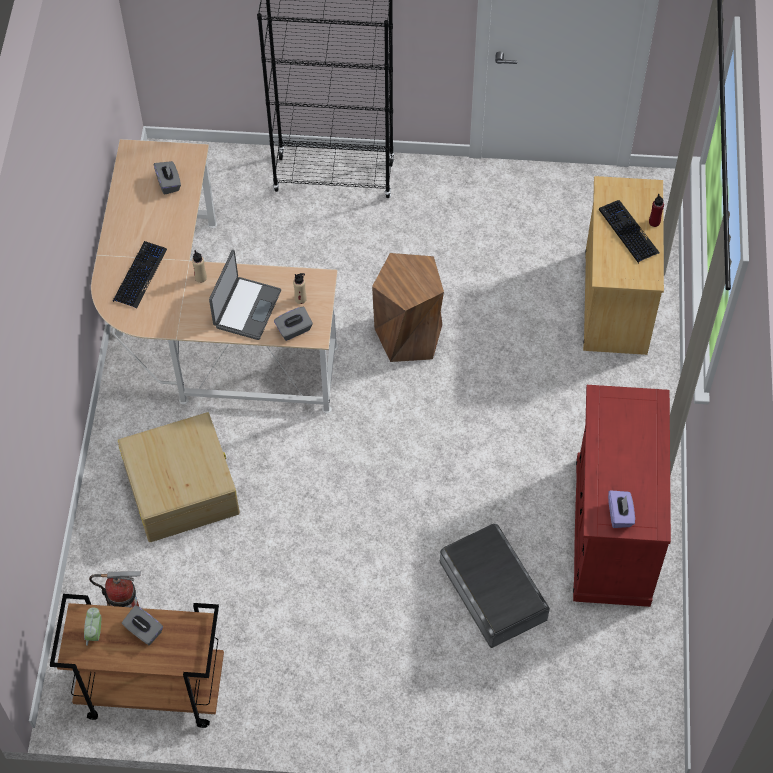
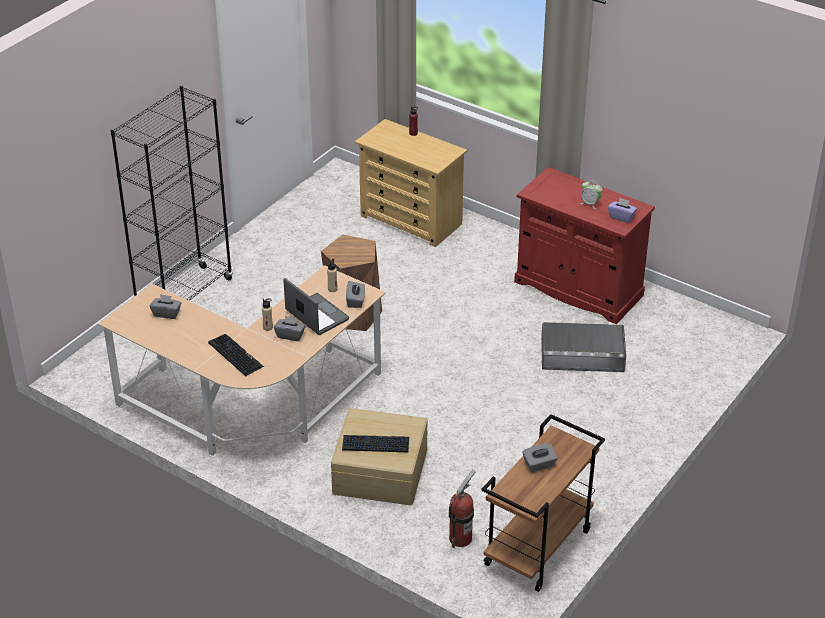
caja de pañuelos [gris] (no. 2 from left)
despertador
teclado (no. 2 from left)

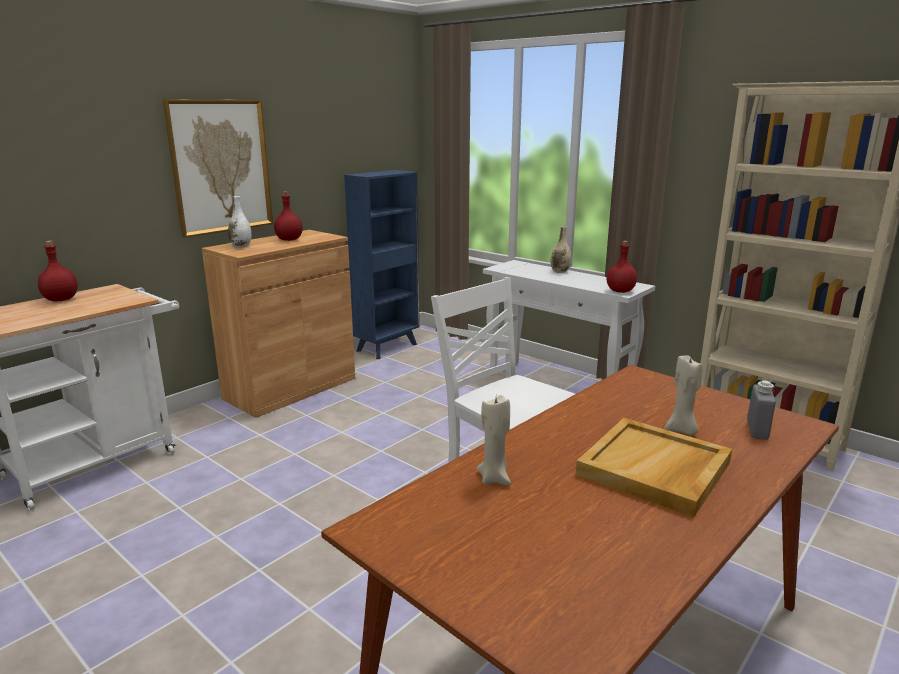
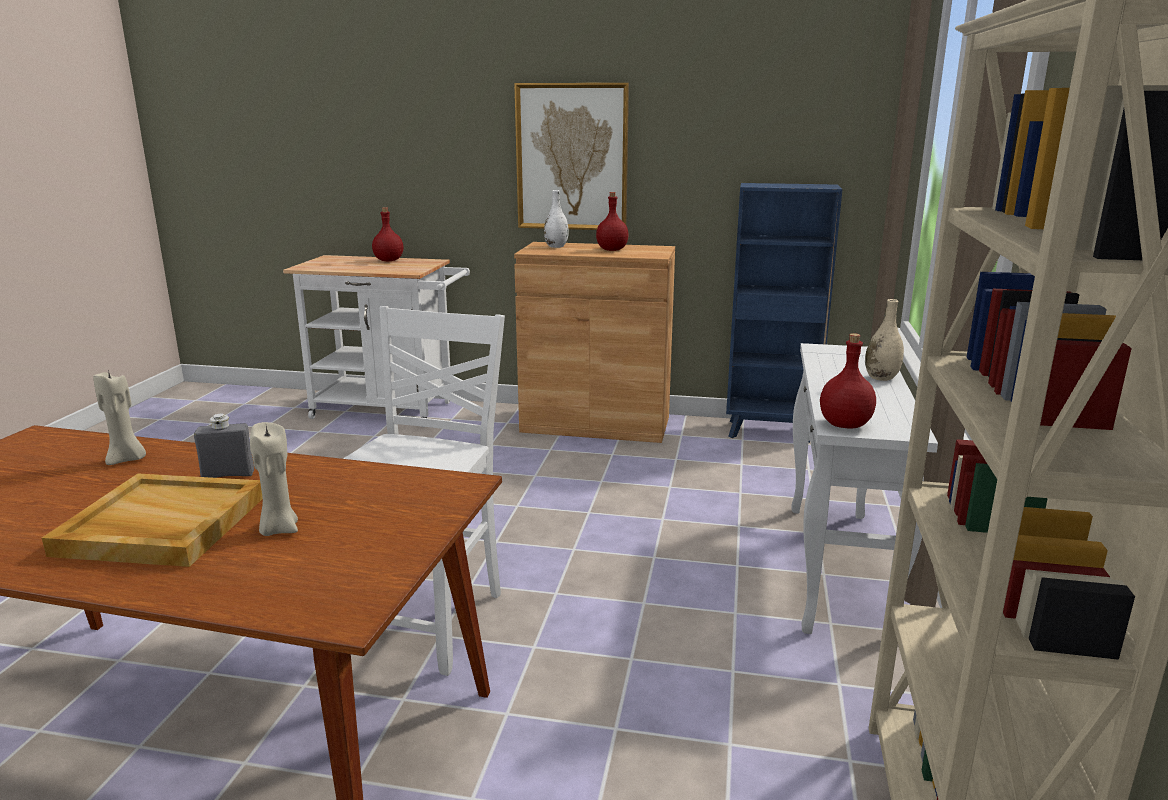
botella [gris]

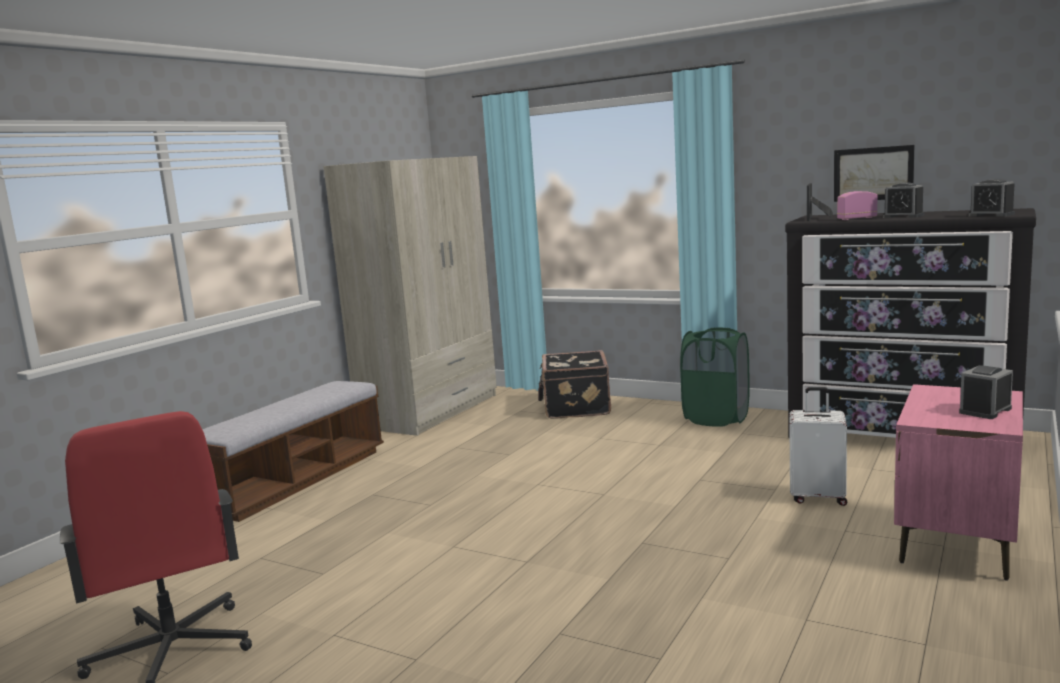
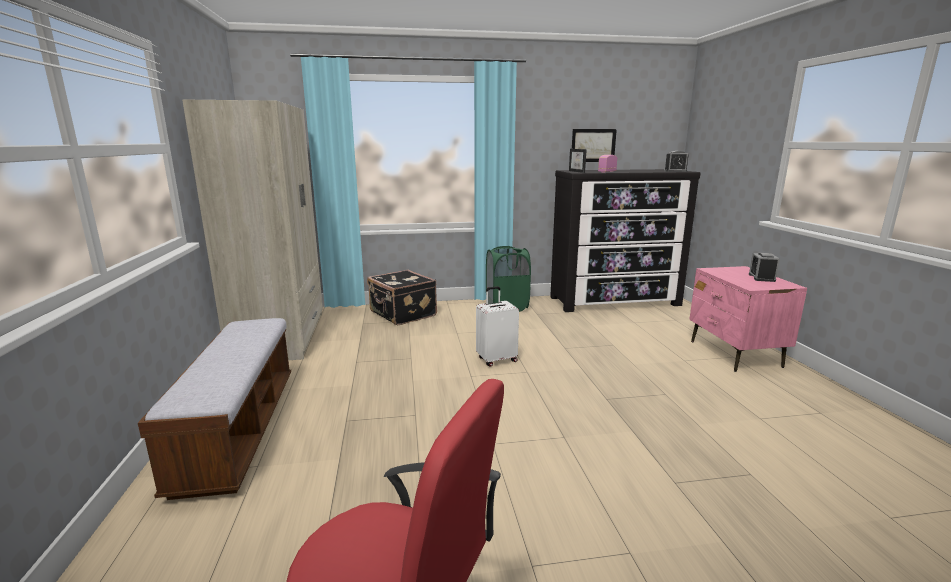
despertador (no. 1 from left in the first image)
maleta [blanco]

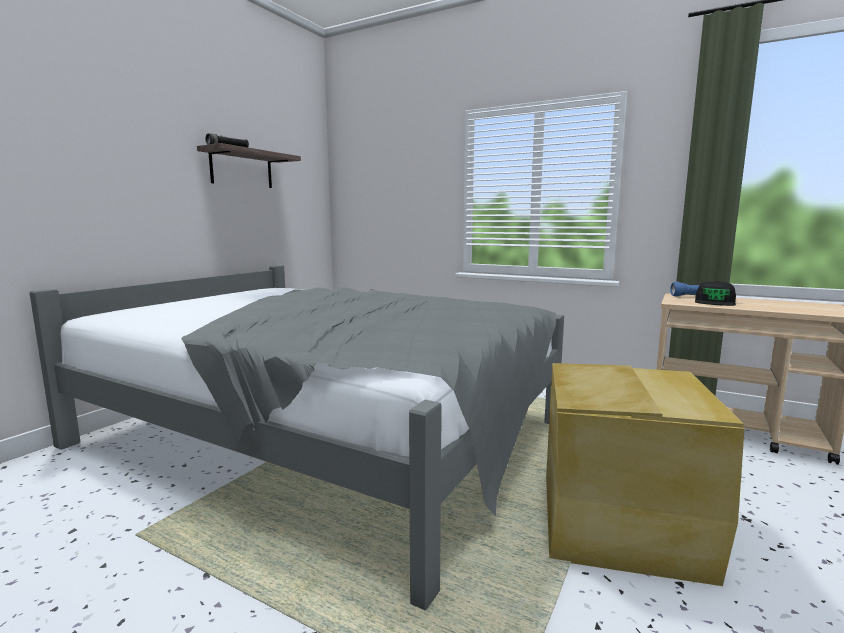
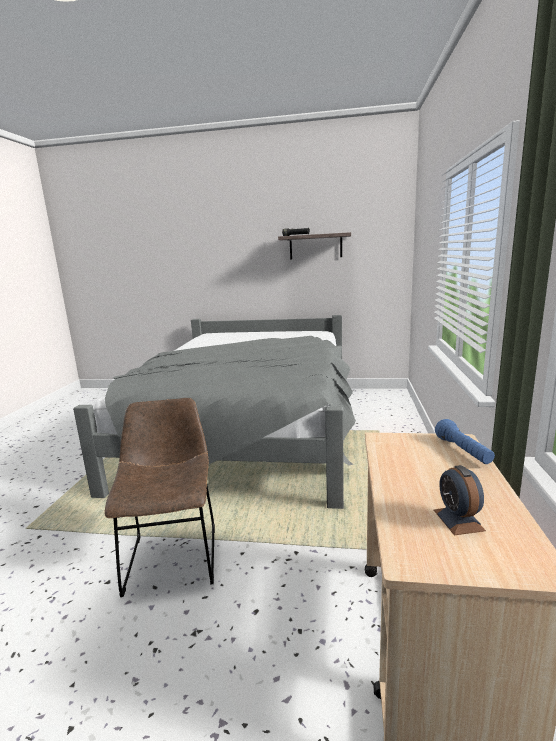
gorra [negro]
despertador
silla [marrón]

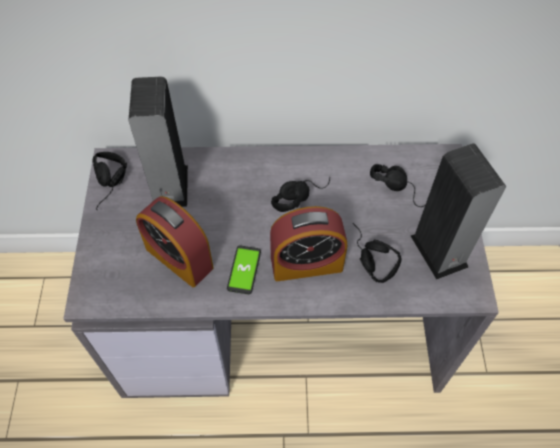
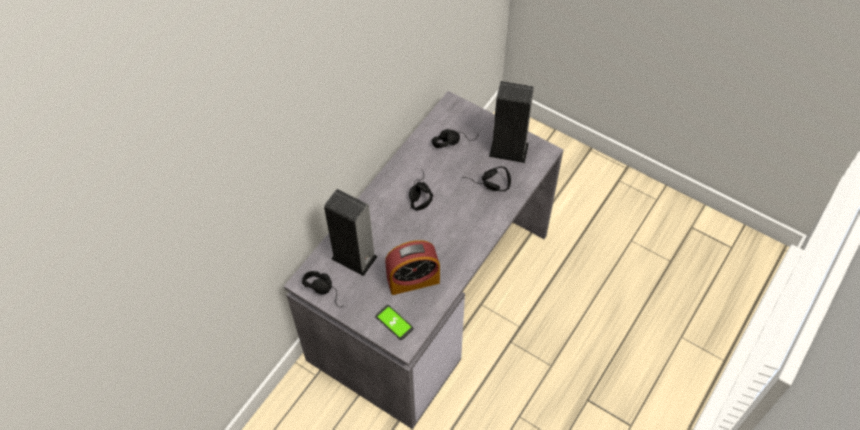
despertador (no. 2 from left in the first image)
móvil

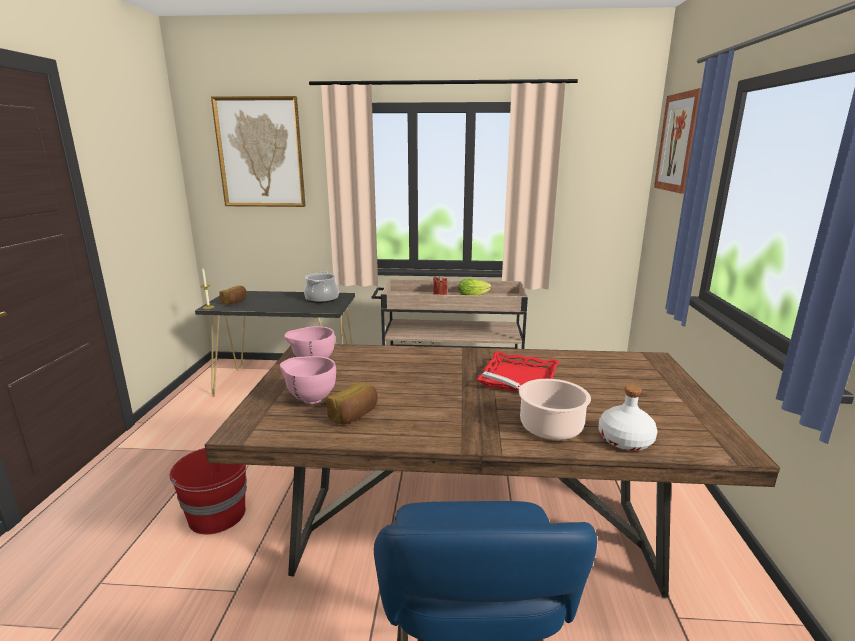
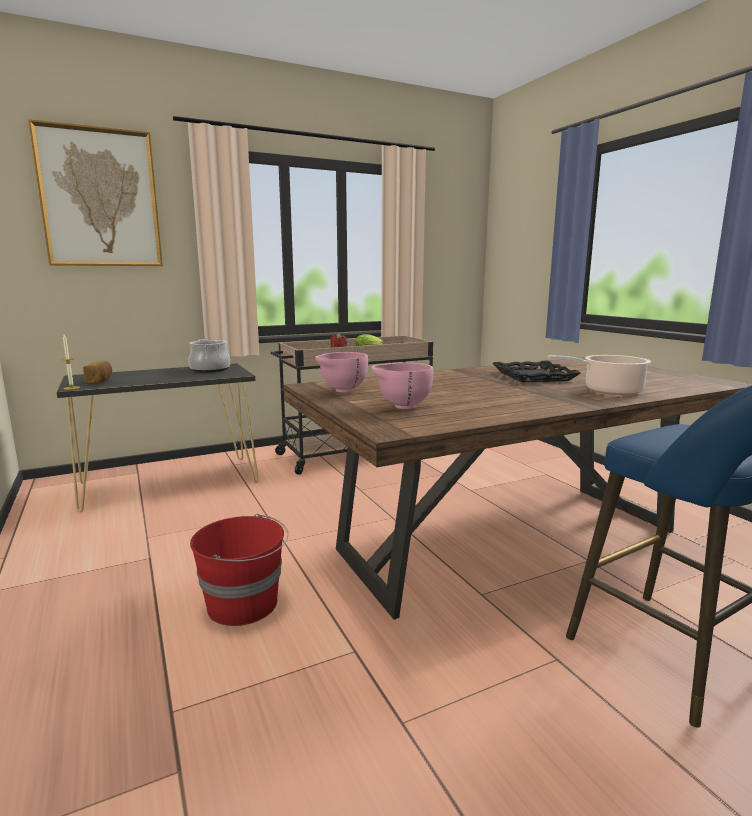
pan (no. 2 from left in the first image)
botella [blanco]
cuadro (no. 2 from left in the first image)
bandeja [negro]

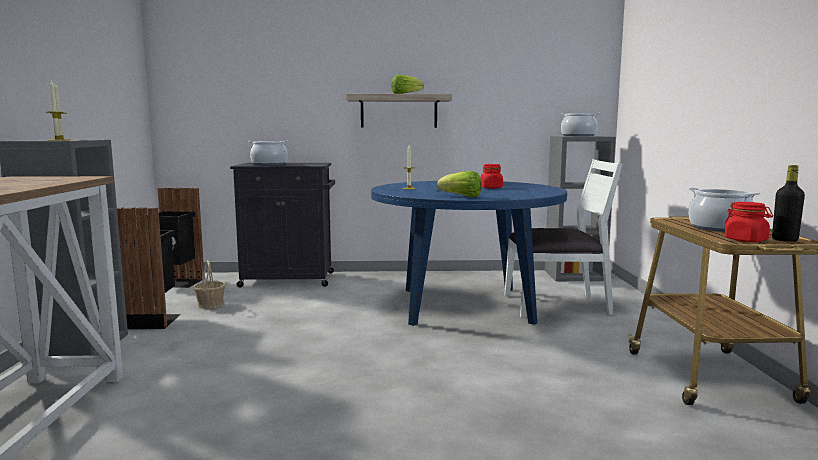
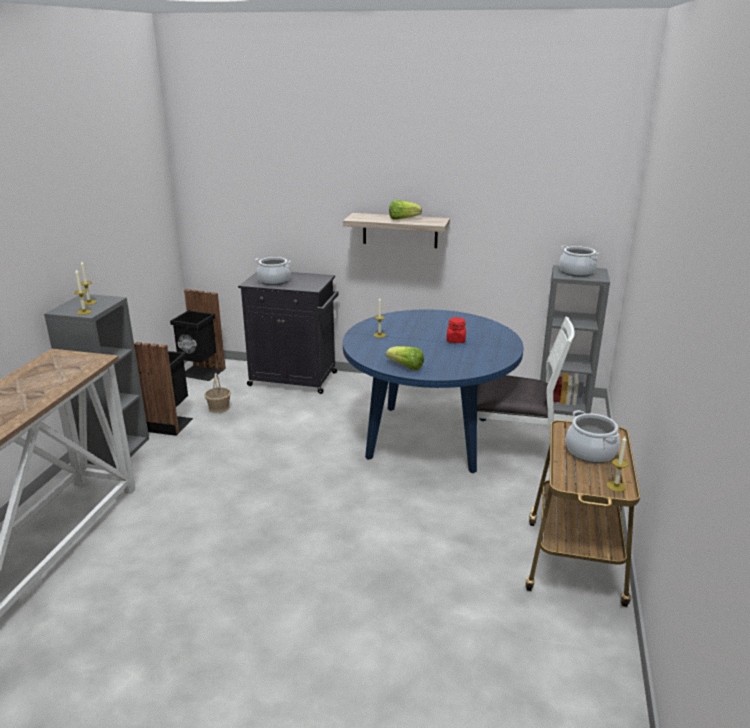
tarro [rojo] (no. 2 from left in the first image)
vela (no. 4 from left)

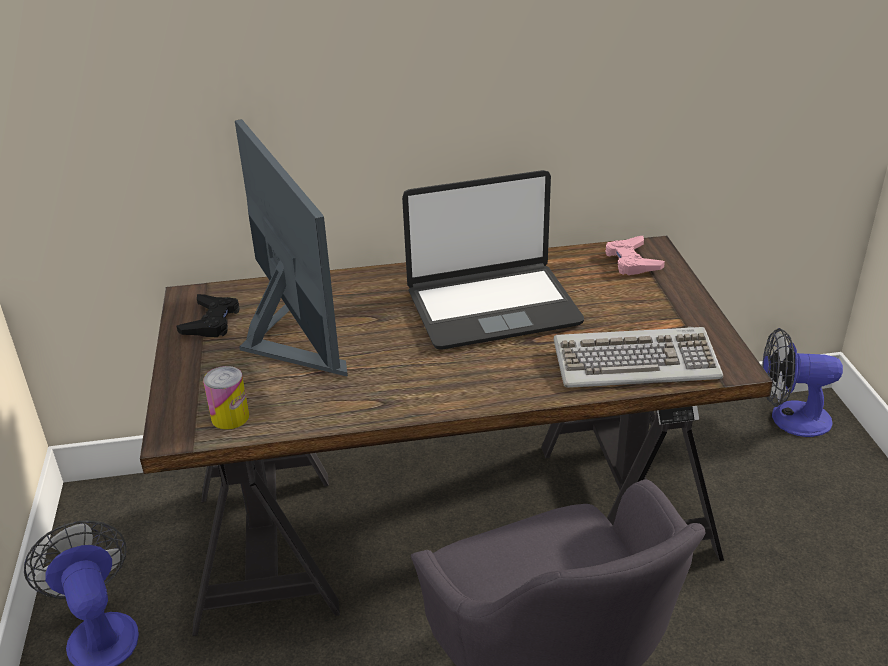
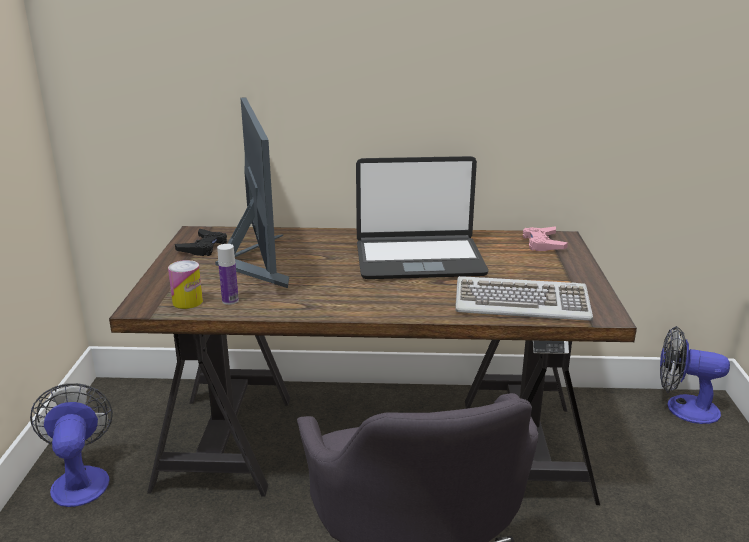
botella

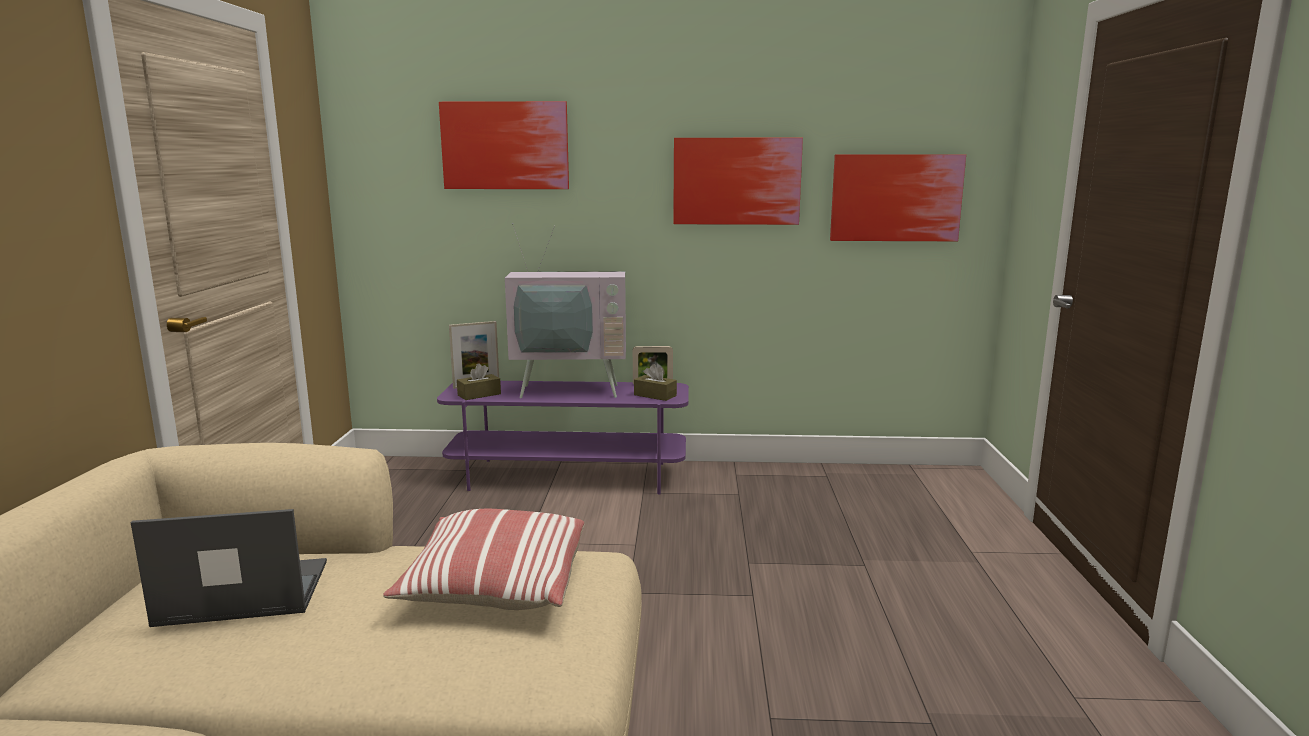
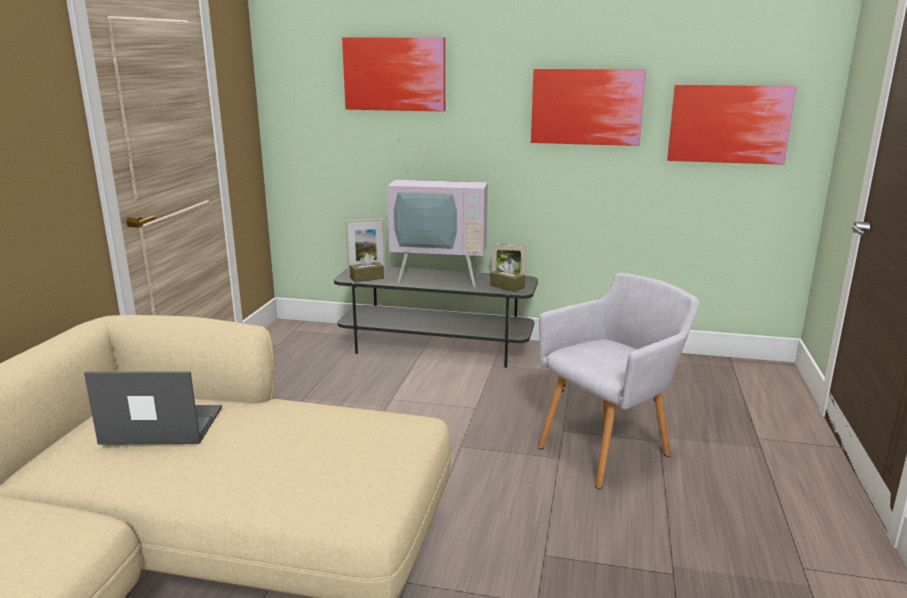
cojín
sillón [gris]
mueble de televisión [gris]

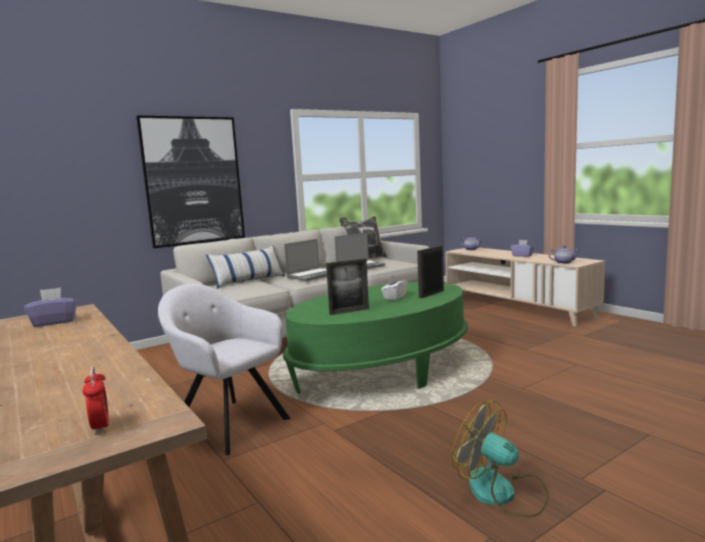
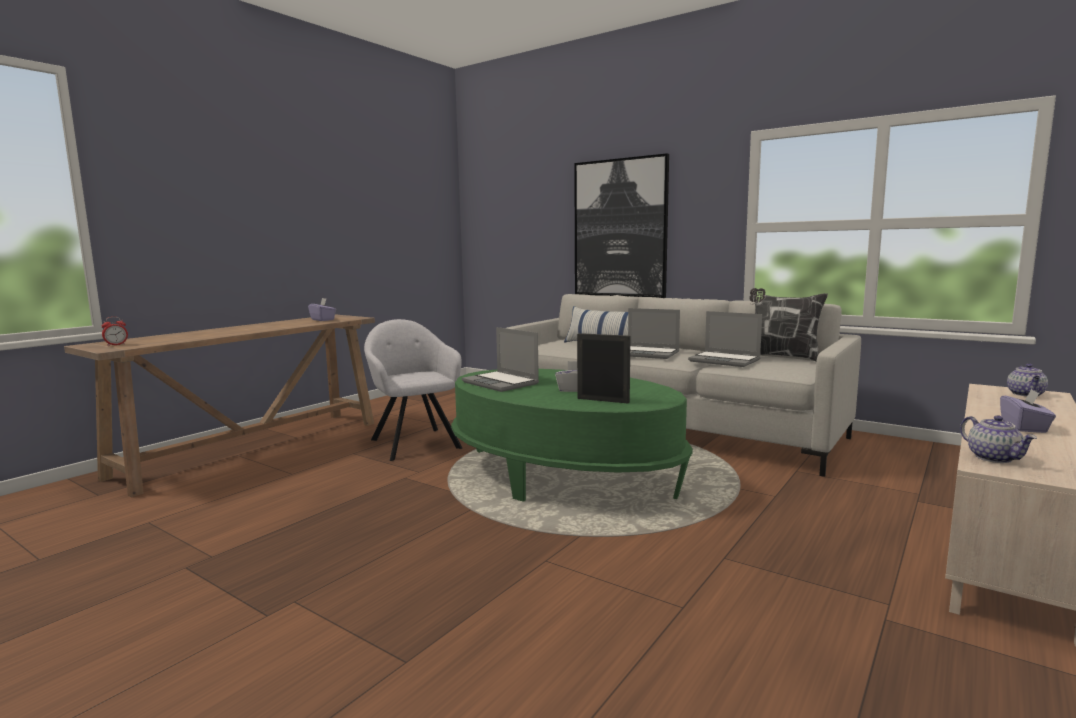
ventilador
portátil (no. 1 from left)
sillón [gris]

